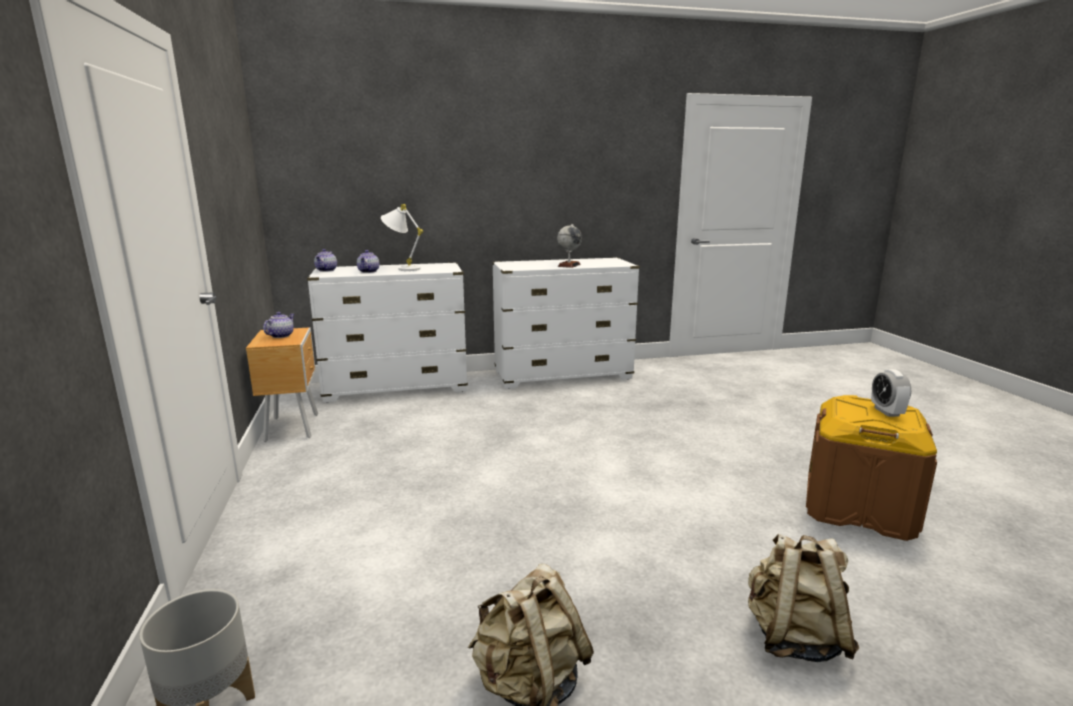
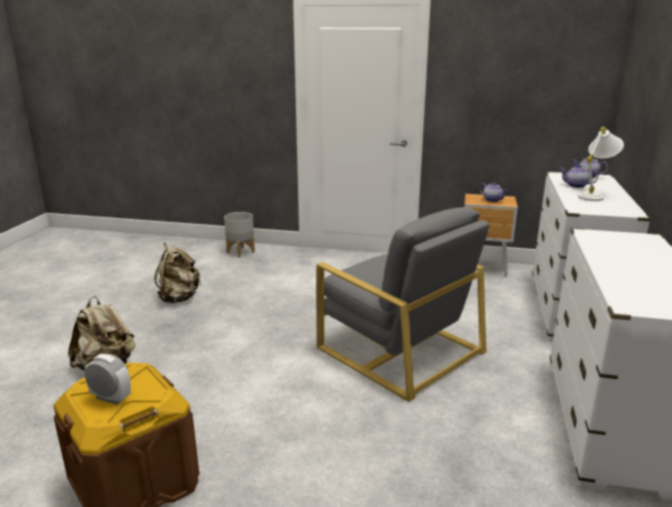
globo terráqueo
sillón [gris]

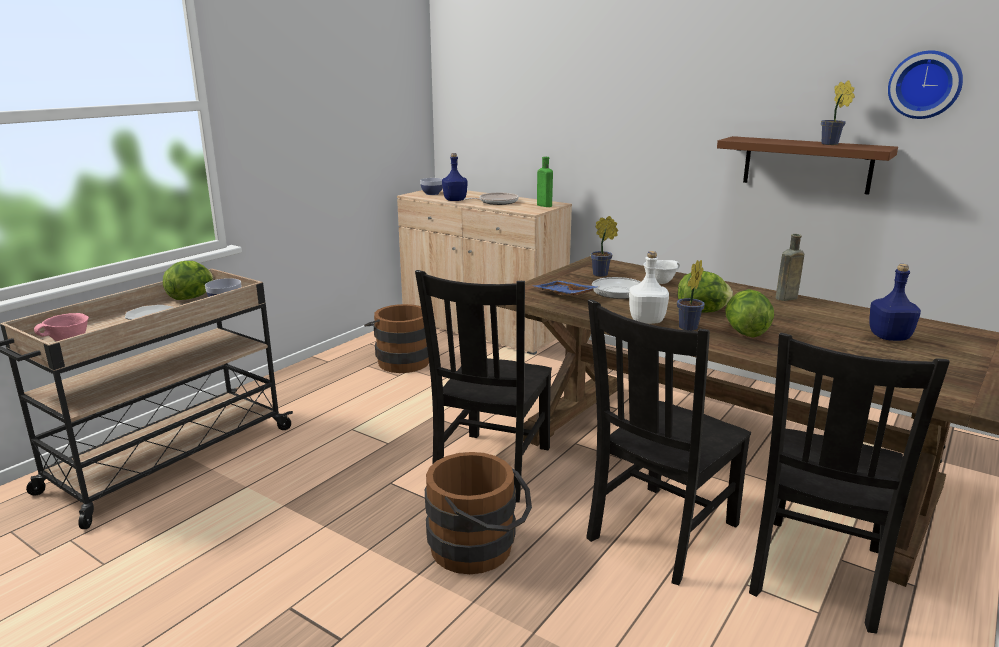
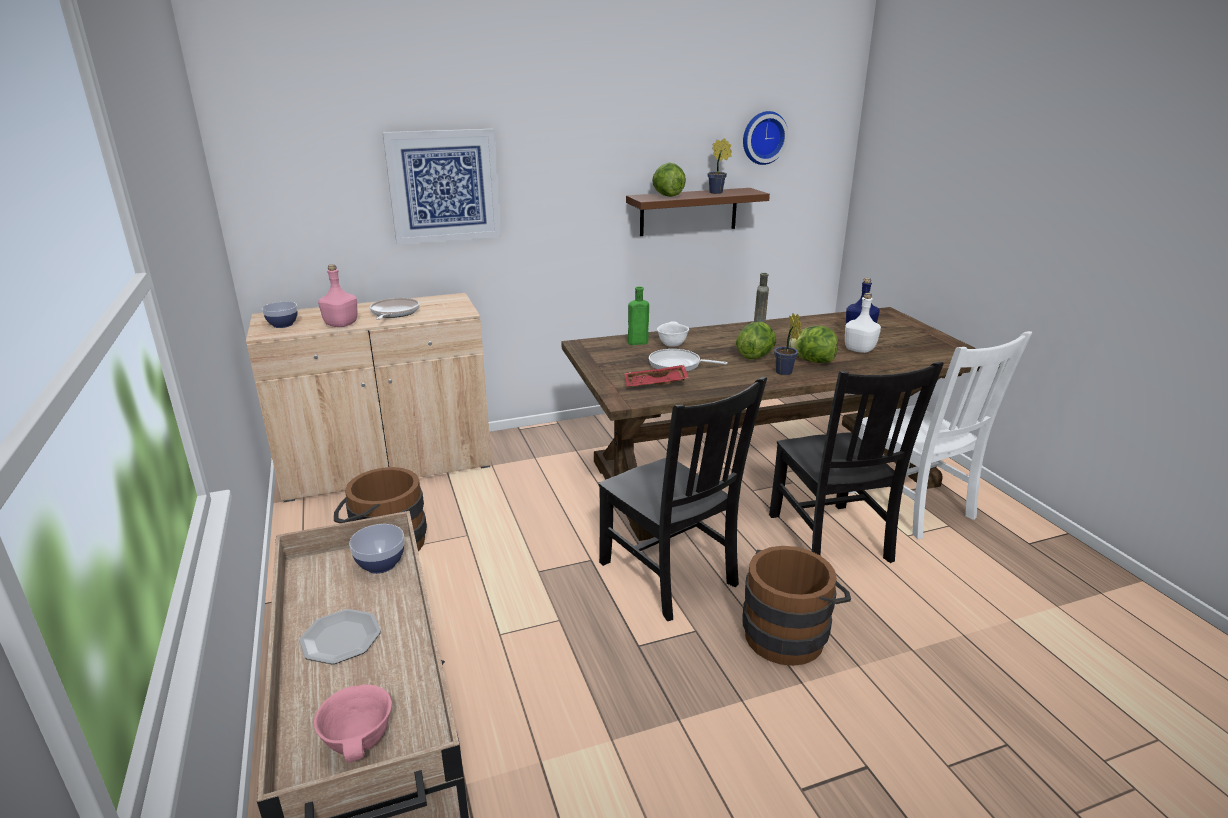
planta en maceta (no. 1 from left in the first image)
cuadro
lechuga (no. 1 from left)
botella [verde]
botella [blanco]
botella [rosa]
bandeja [rojo]
silla [blanco]

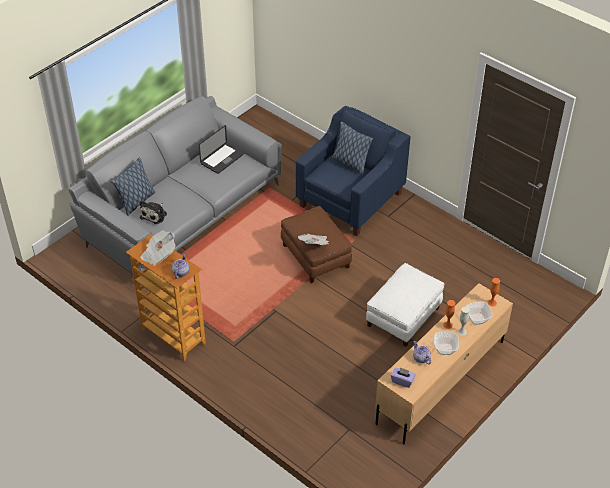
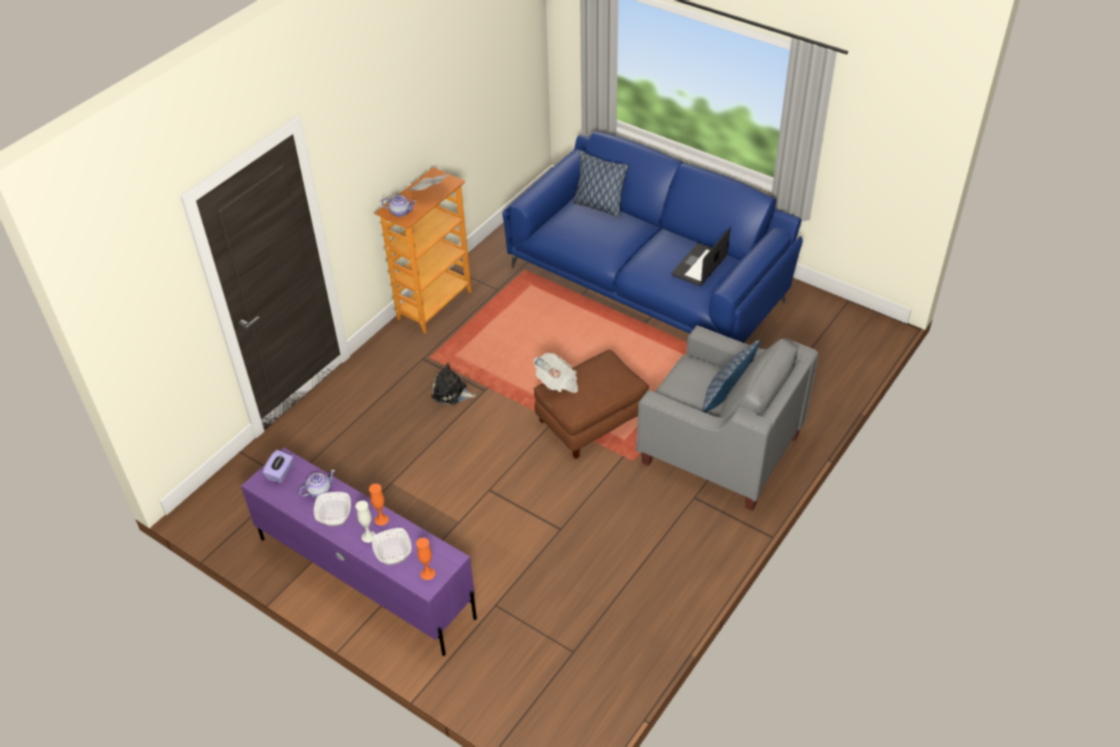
puf [blanco]
peluche
sofá [azul]
sillón [gris]
mueble de televisión [morado]
portátil

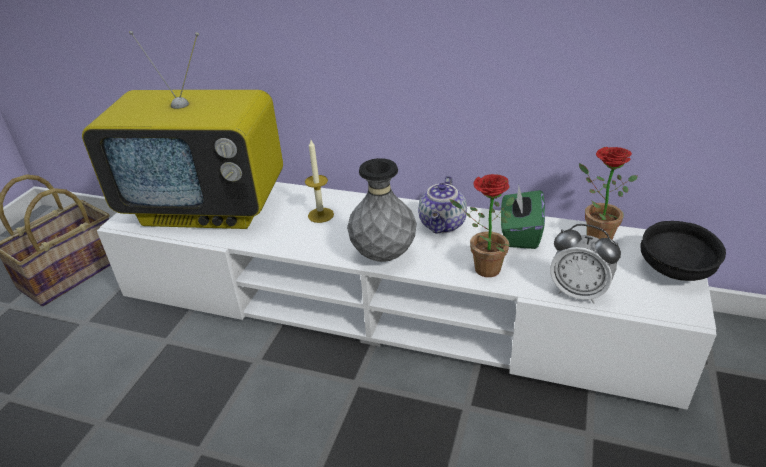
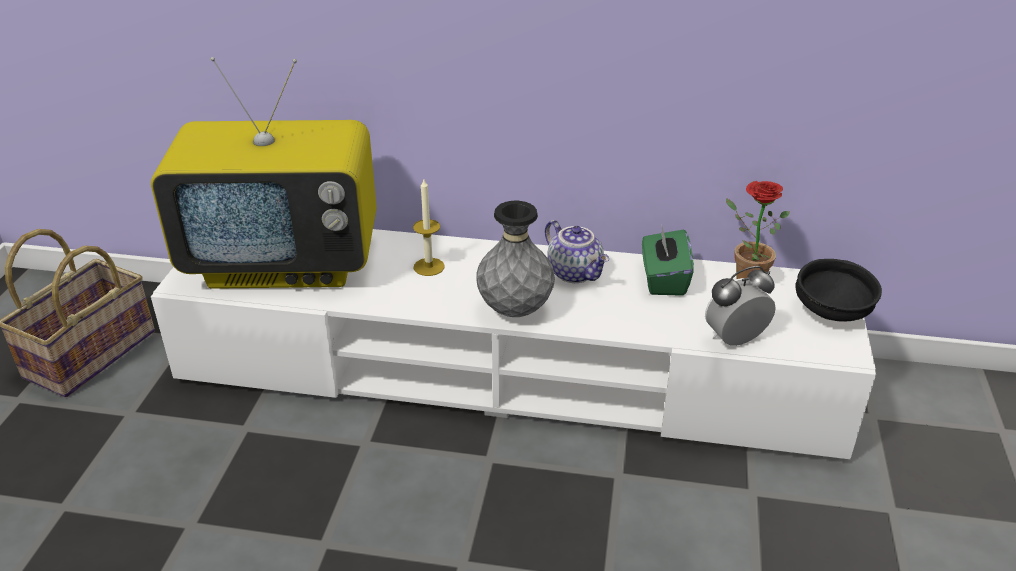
planta en maceta (no. 1 from left in the first image)
tetera
despertador

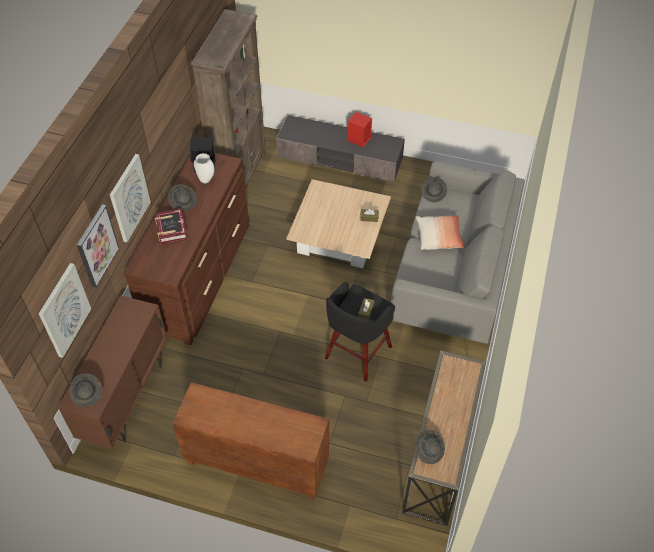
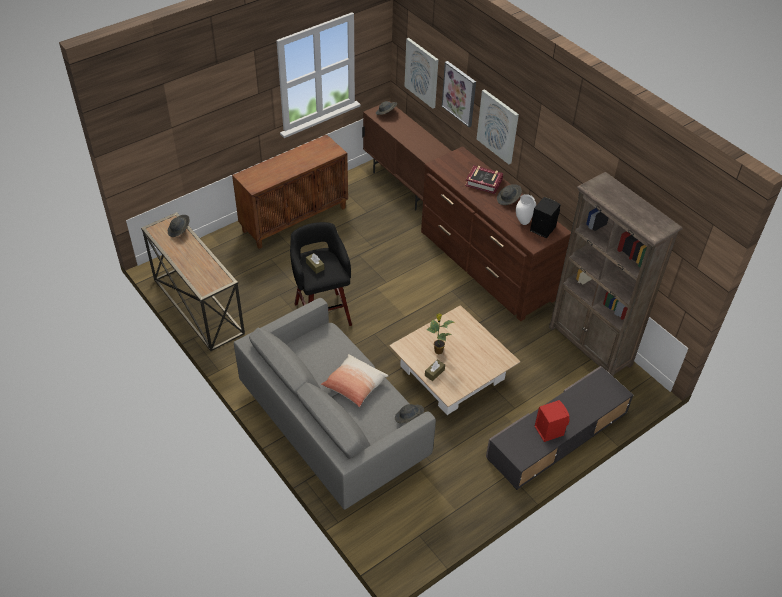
planta en maceta

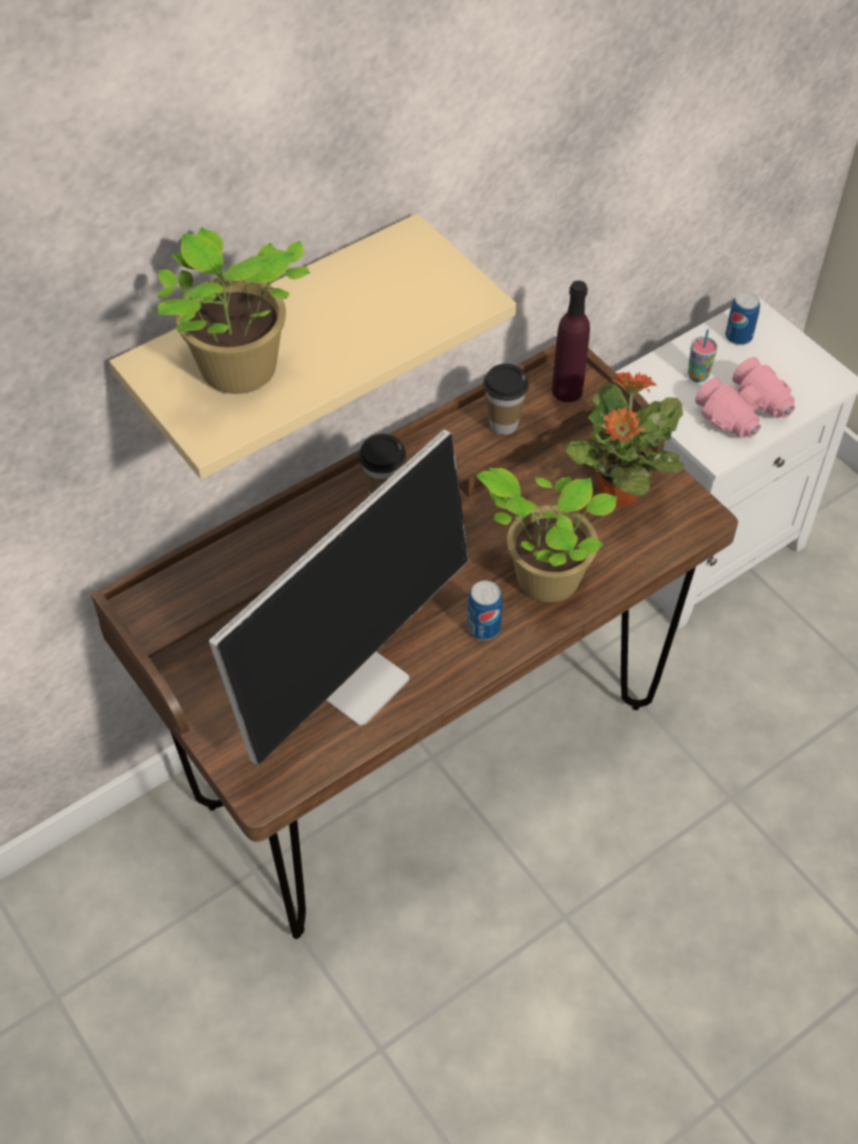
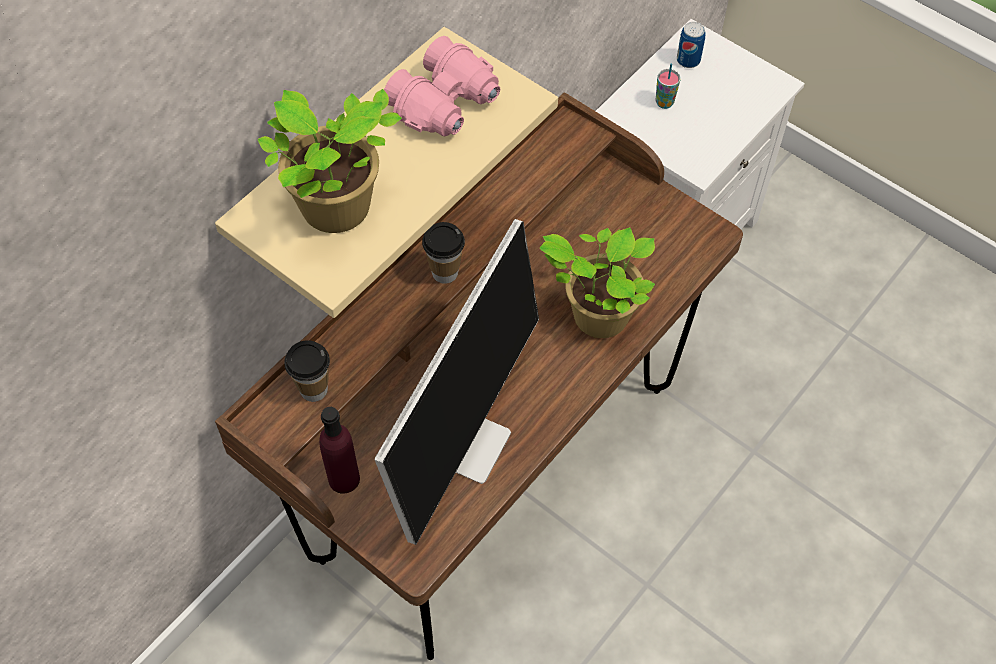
lata (no. 1 from left in the first image)
planta en maceta (no. 3 from left in the first image)
taza (no. 1 from left)
botella [morado]
prismáticos [rosa]

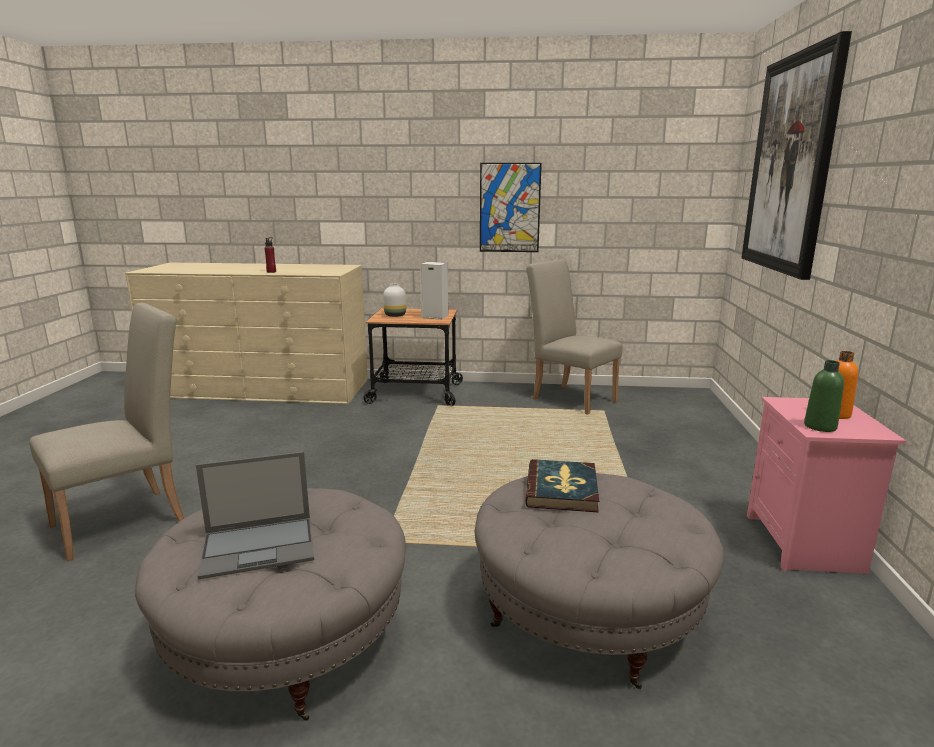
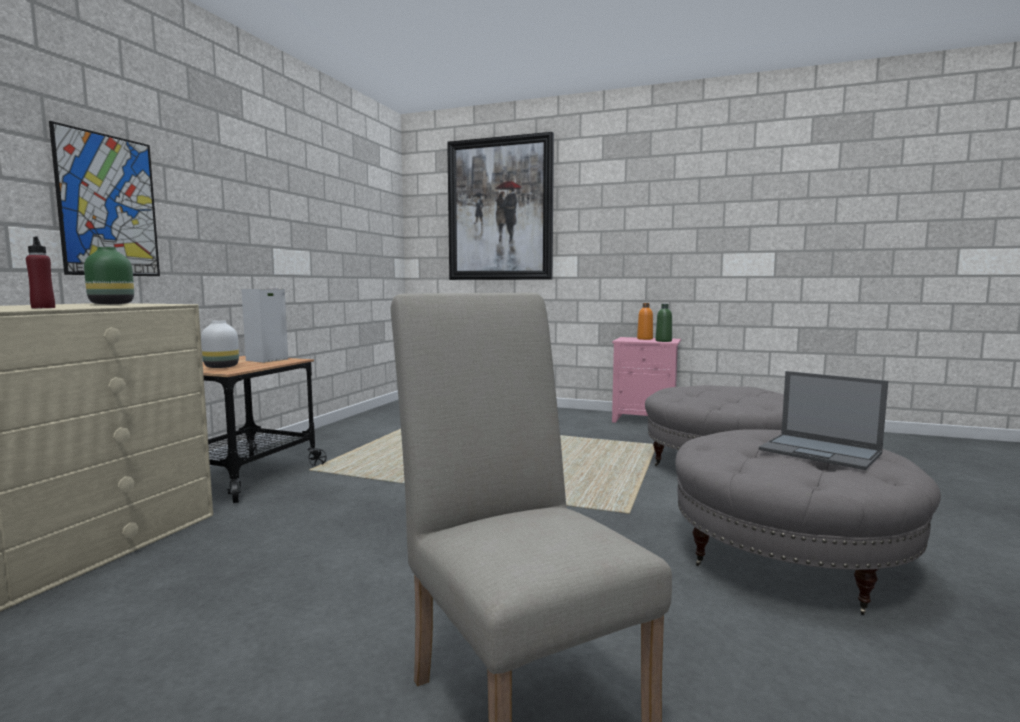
libro
silla [beis] (no. 2 from left in the first image)
florero [verde]
cuadro (no. 1 from left)
portátil

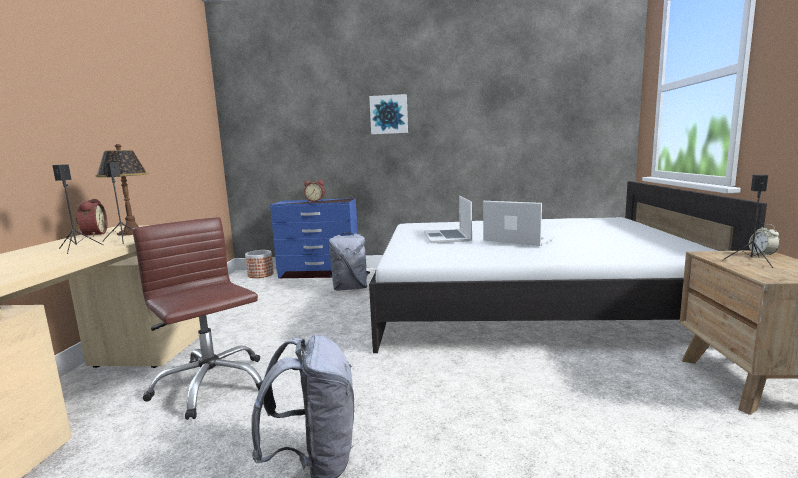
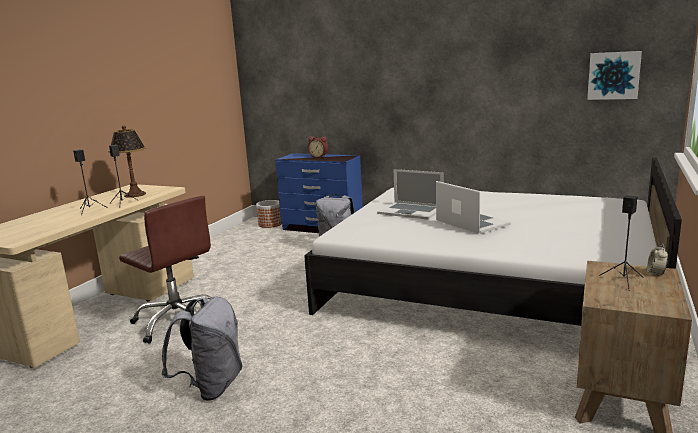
despertador (no. 1 from left in the first image)
cuadro
silla de oficina [marrón]
portátil (no. 1 from left)

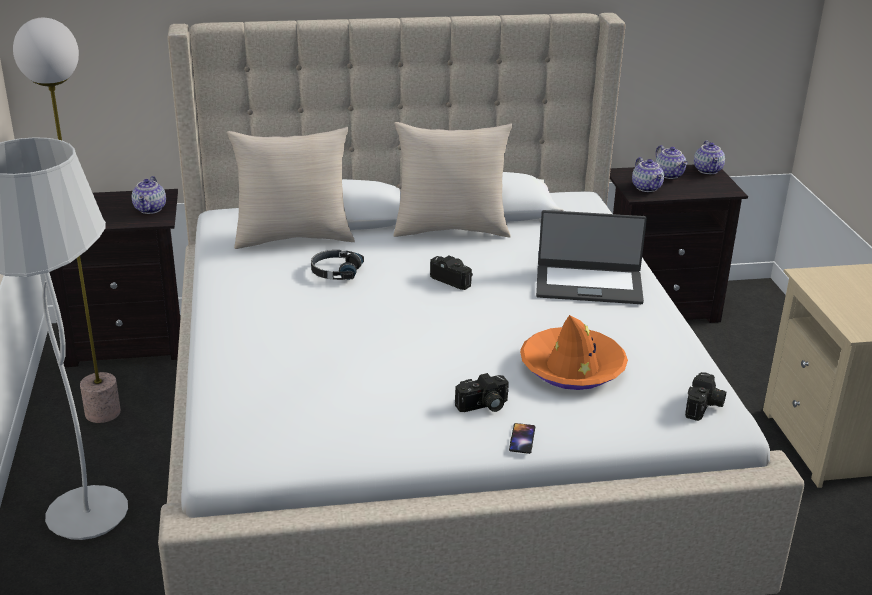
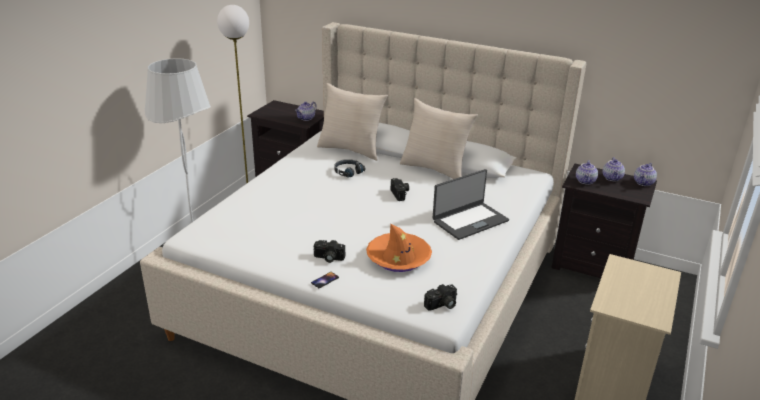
portátil

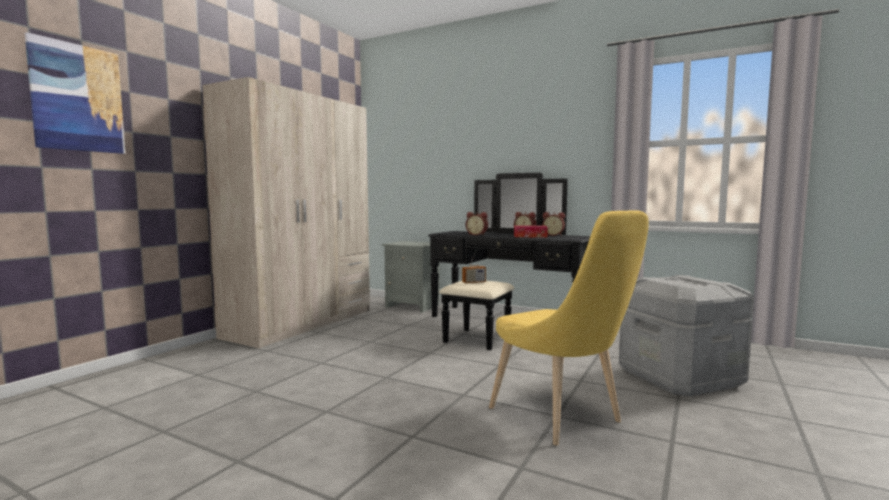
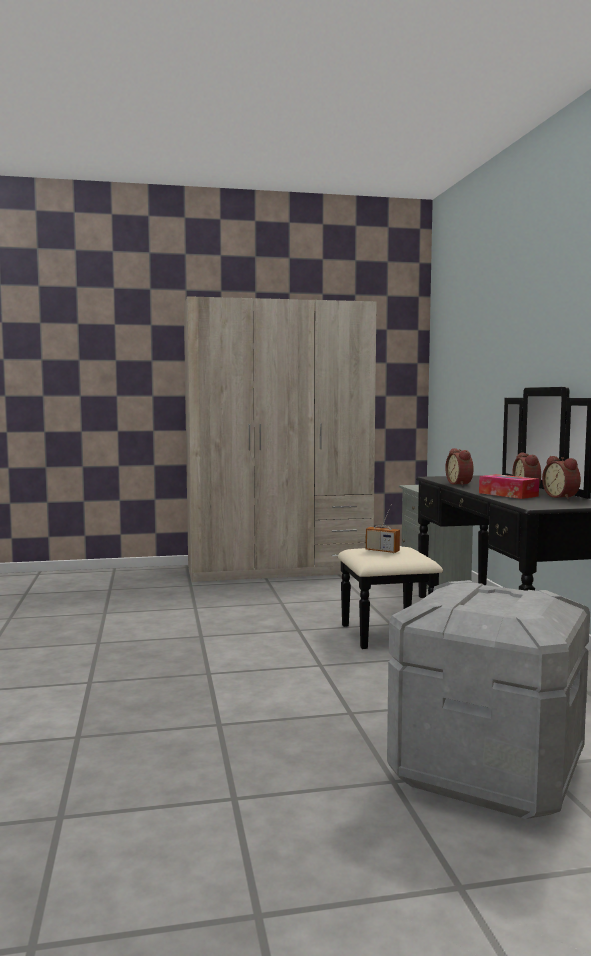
cuadro
silla [amarillo]

